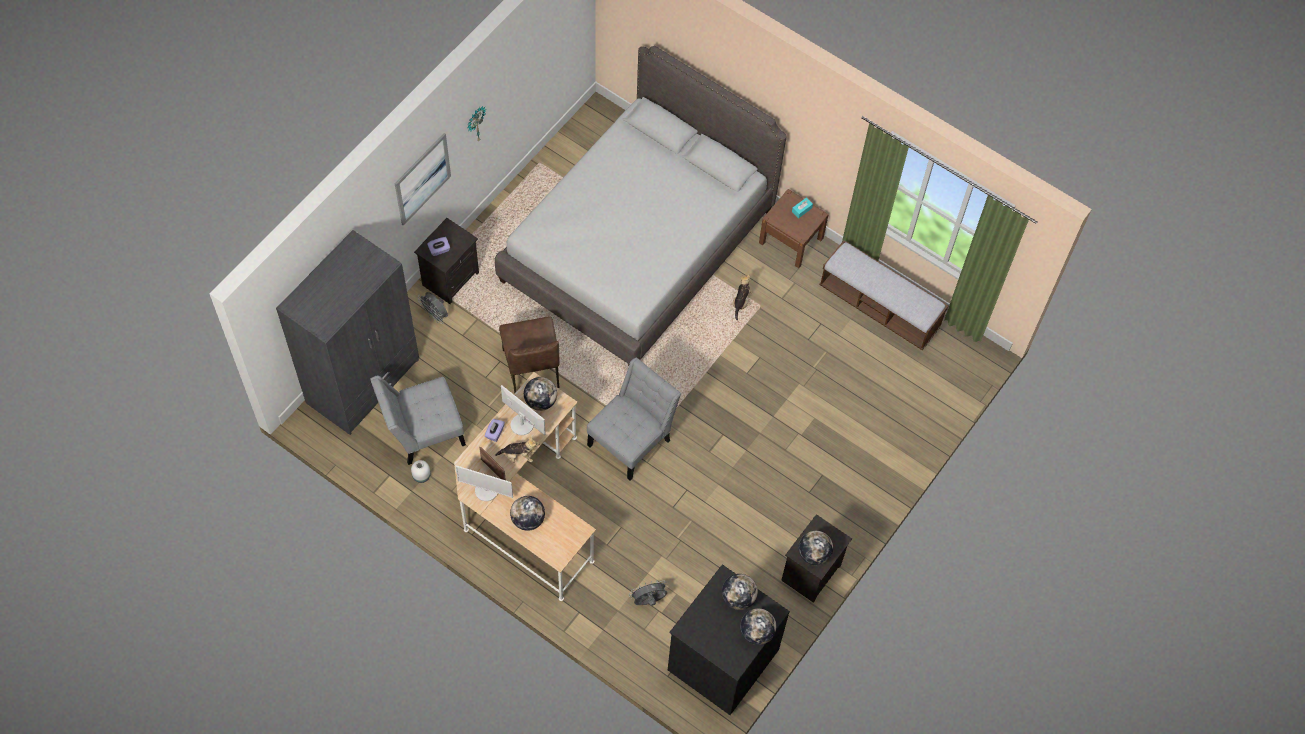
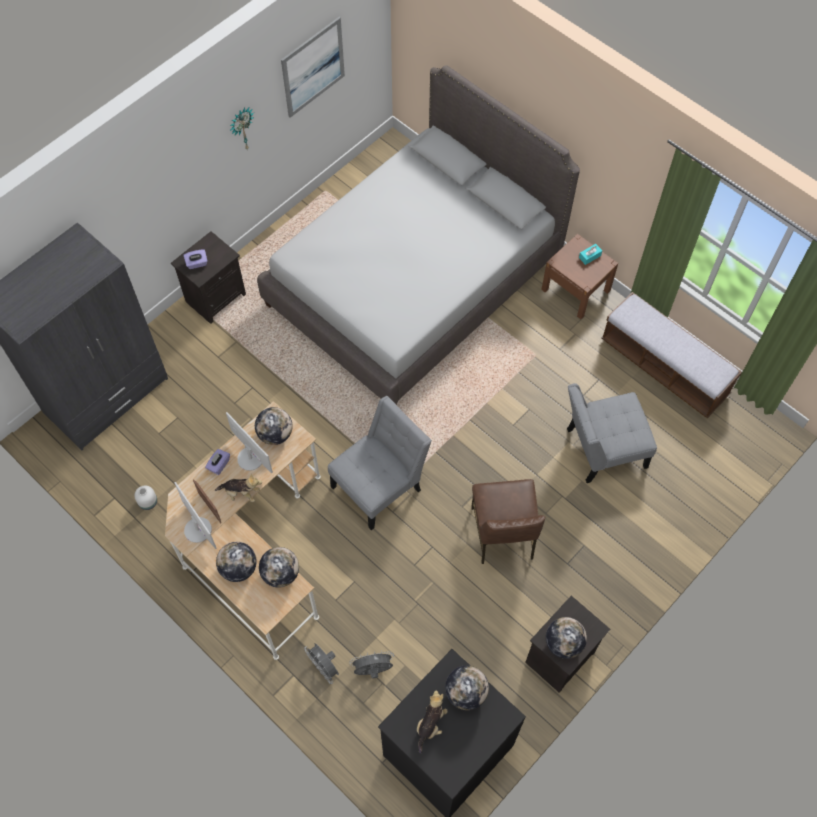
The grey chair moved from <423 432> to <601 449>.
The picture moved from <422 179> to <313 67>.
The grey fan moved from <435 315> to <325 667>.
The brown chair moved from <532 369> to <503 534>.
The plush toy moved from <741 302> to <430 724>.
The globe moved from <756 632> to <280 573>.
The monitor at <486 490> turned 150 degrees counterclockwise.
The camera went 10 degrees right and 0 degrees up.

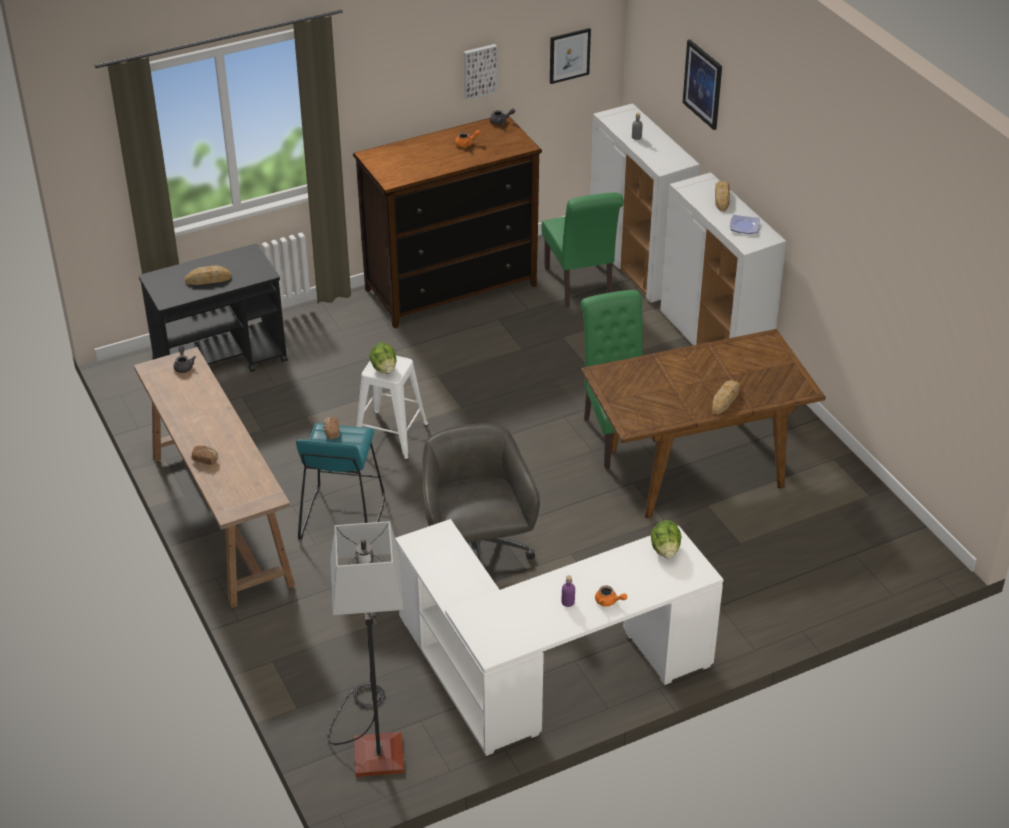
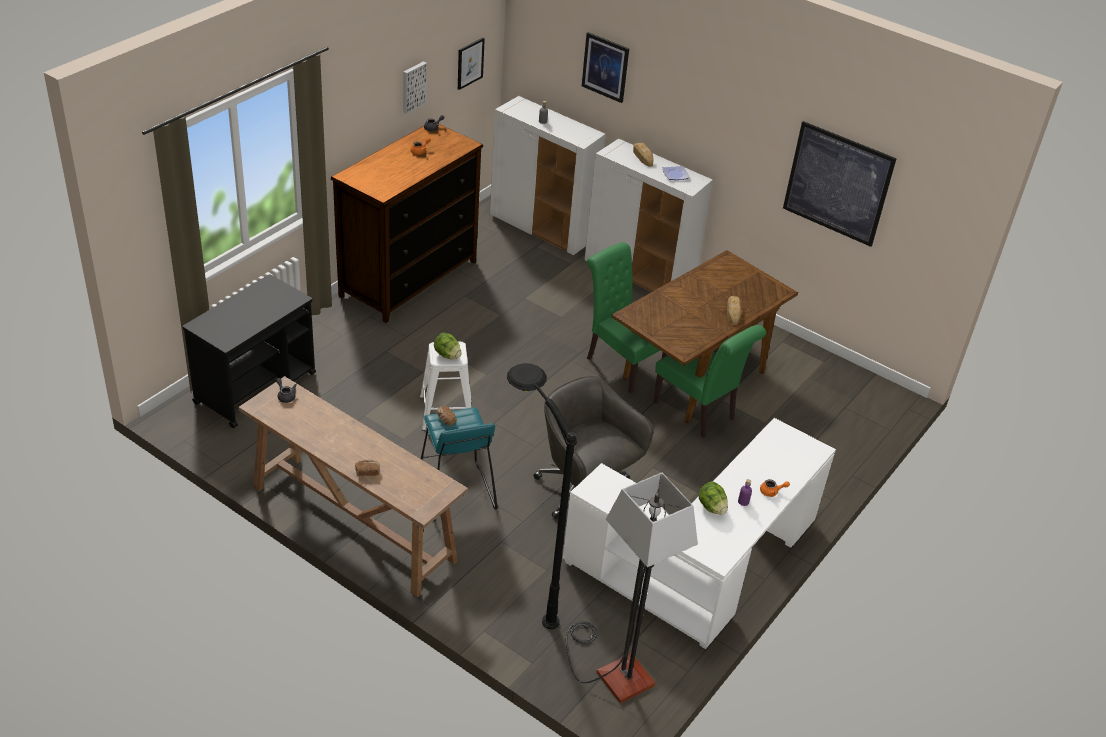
The bread at <208 279> disappeared.
The black floor lamp at <522 584> appeared.
The picture at <838 183> appeared.
The green chair moved from <580 286> to <698 413>.
The lettuce moved from <665 550> to <711 507>.
The camera went 30 degrees left and 0 degrees up.

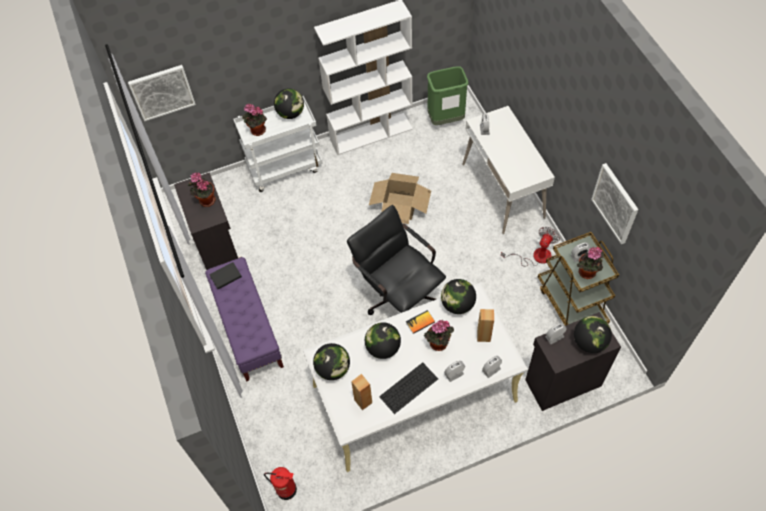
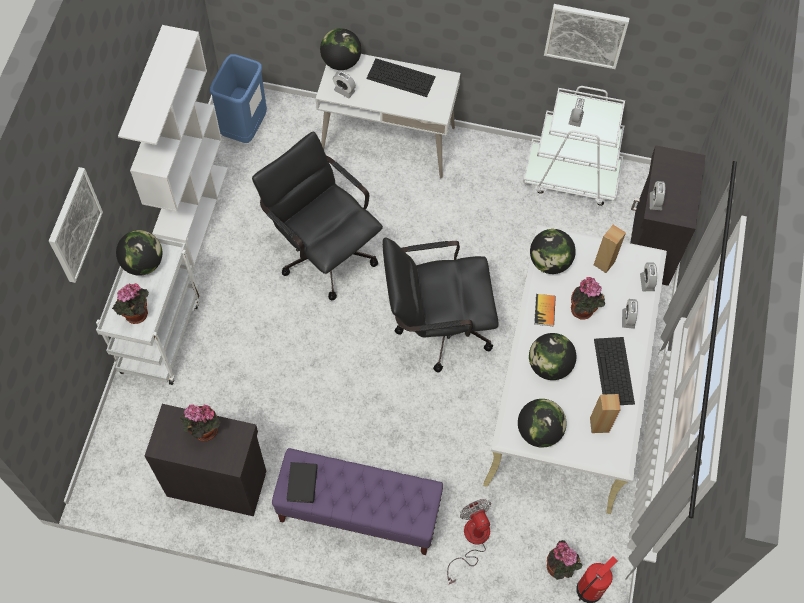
The keyboard at <401 77> appeared.
The picture moved from <162 92> to <74 225>.
The fan moved from <535 256> to <472 540>.
The globe moved from <589 342> to <341 62>.
The potted plant moved from <587 273> to <560 568>.
The cardboard box at <400 206> was replaced by the black office chair at <322 249>.
The green trash can at <445 119> became the blue trash can at <244 128>.
The brown cart at <571 304> became the white cart at <571 177>.
The camera went 60 degrees left and 5 degrees up.

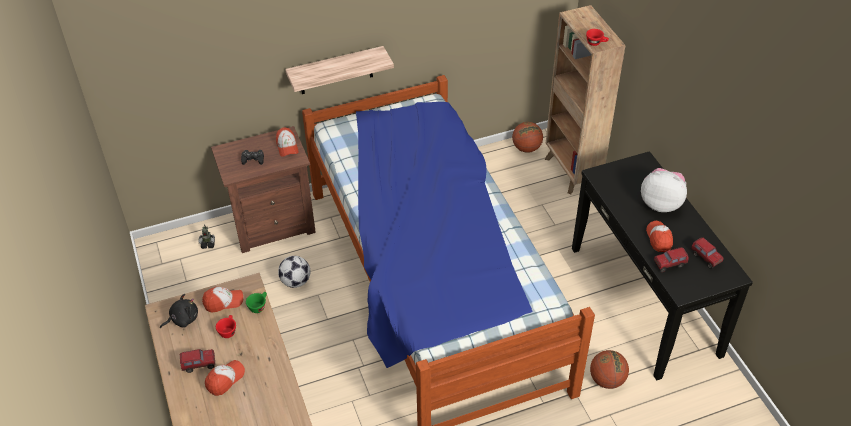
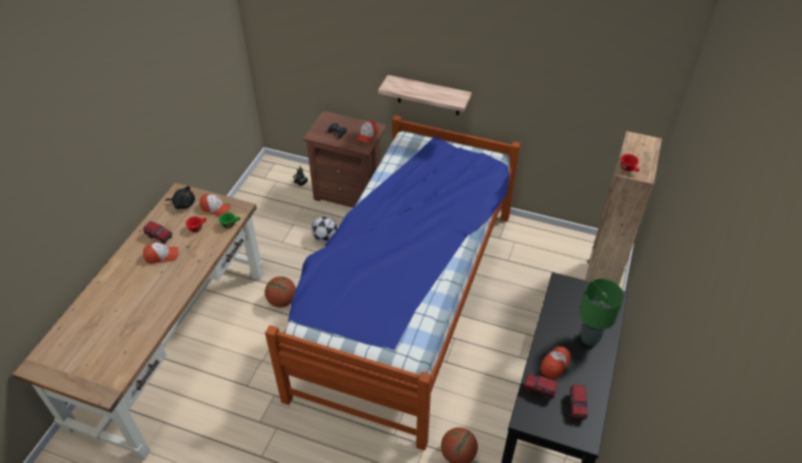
The basketball moved from <526 148> to <282 301>.
The plush toy at <661 203> was replaced by the green table lamp at <589 338>.
The camera went 40 degrees right and 0 degrees up.

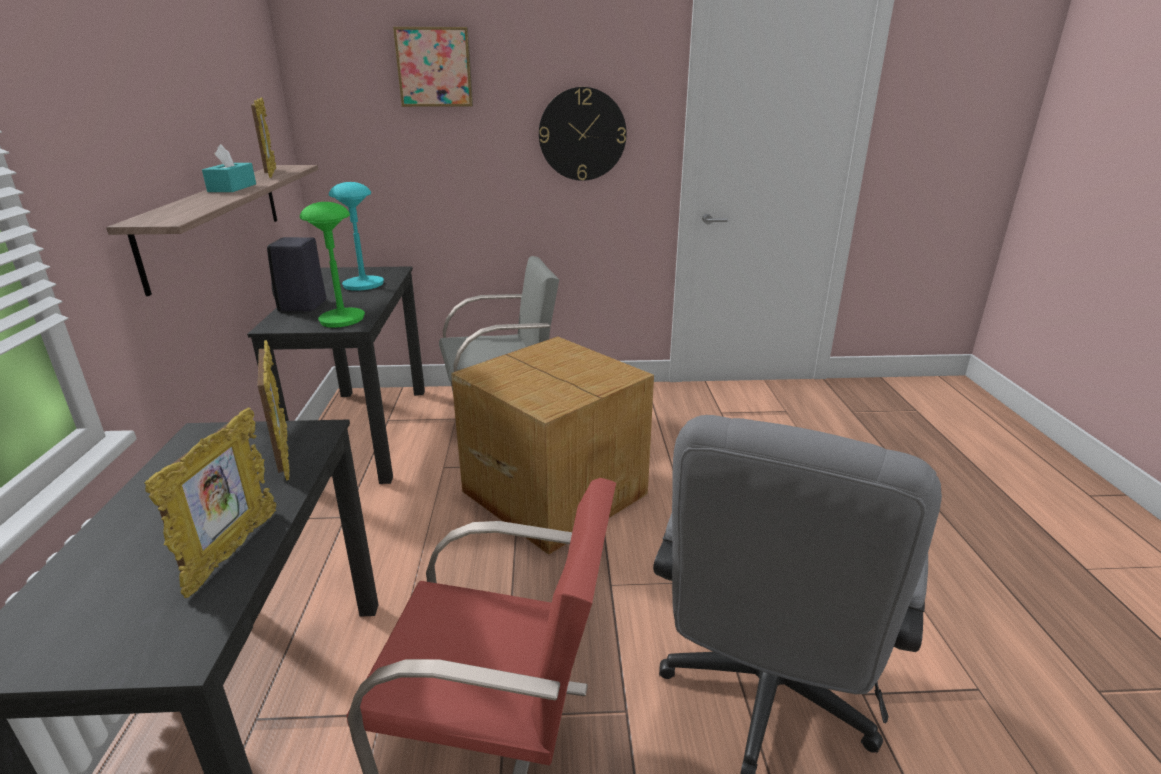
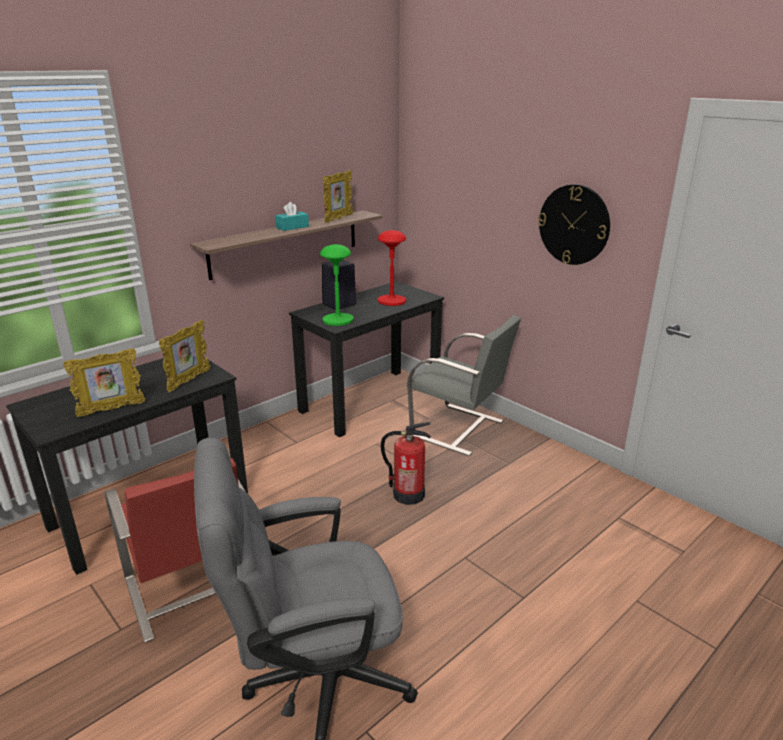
The picture at <434 67> disappeared.
The cardboard box at <554 491> was replaced by the fire extinguisher at <408 494>.
The turquoise table lamp at <363 285> became the red table lamp at <391 301>.
The camera went 50 degrees right and 0 degrees up.

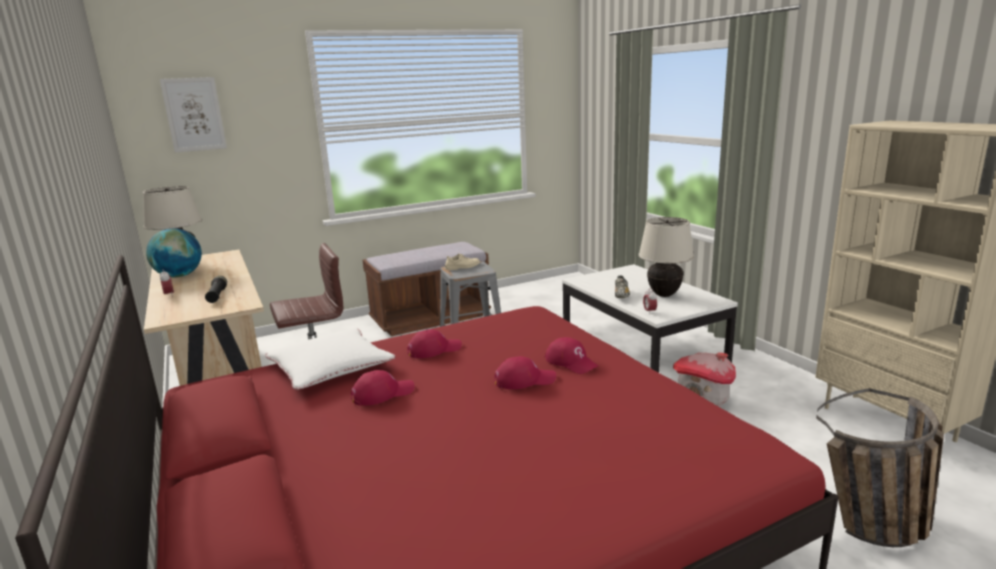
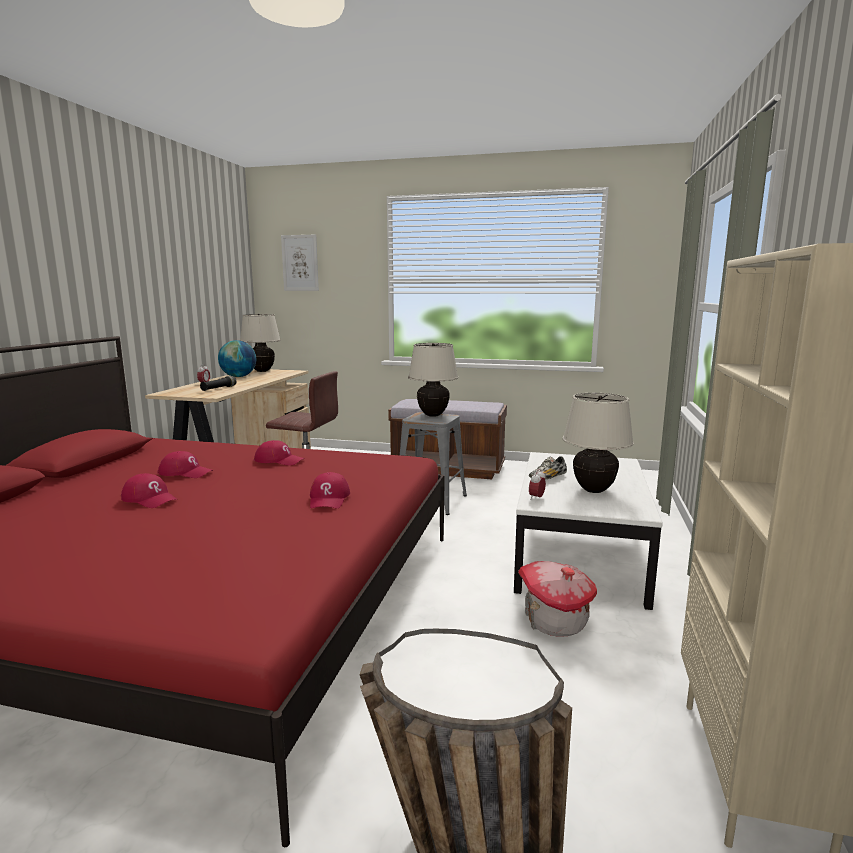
The white pillow at <330 367> disappeared.
The red cap moved from <524 380> to <150 499>.
The beige shoe at <462 267> was replaced by the beige table lamp at <433 415>.
The camera went 40 degrees right and 5 degrees down.

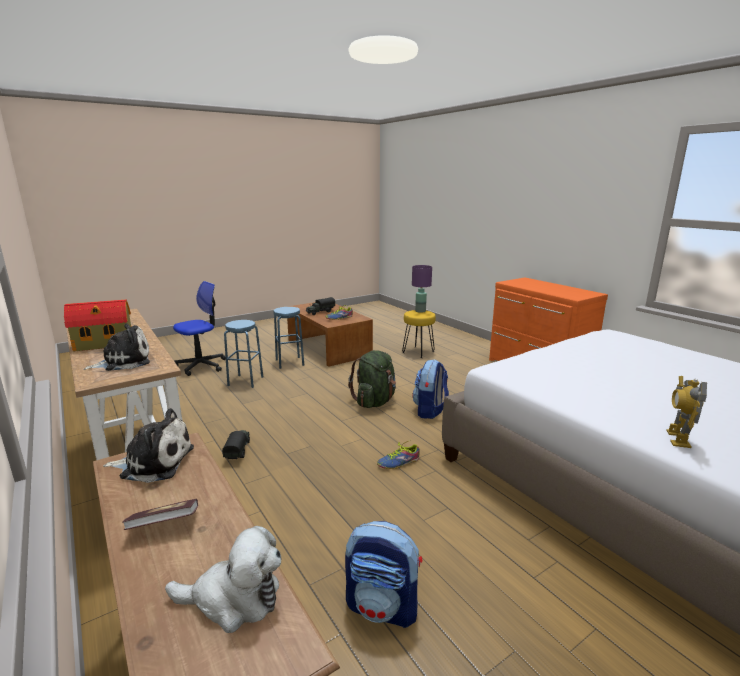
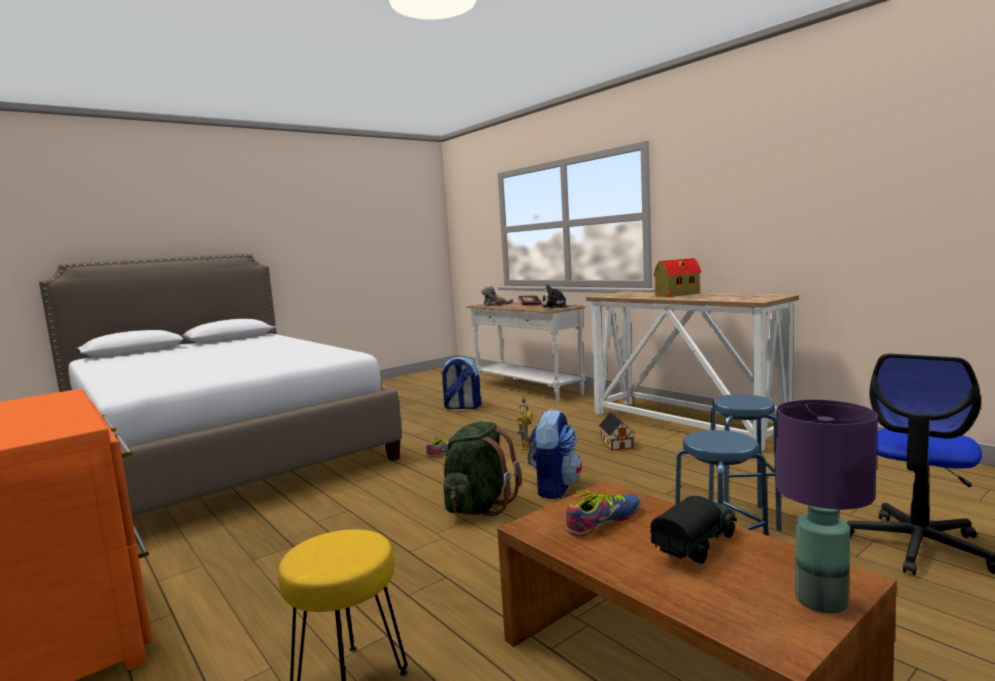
The plush toy at <124 361> disappeared.
The purple table lamp moved from <420 311> to <820 601>.
The backpack moved from <430 411> to <554 487>.
The toy robot moved from <677 439> to <525 446>.
The toy truck at <238 451> was replaced by the toy house at <616 443>.
The camera went 175 degrees right and 10 degrees down.

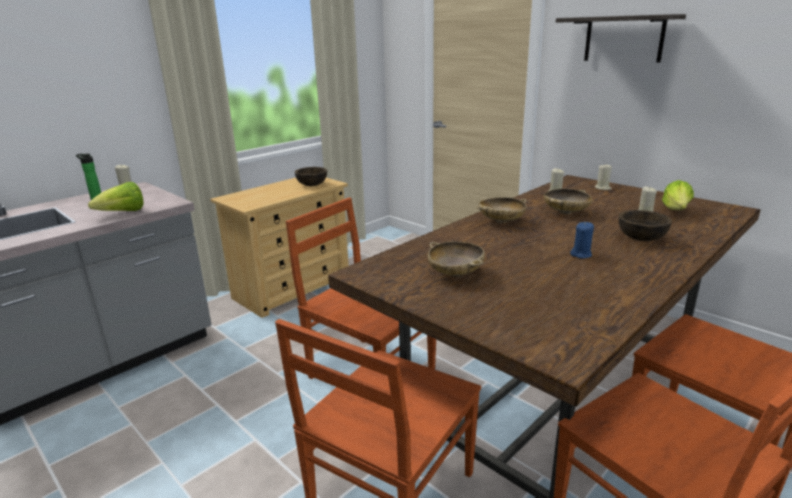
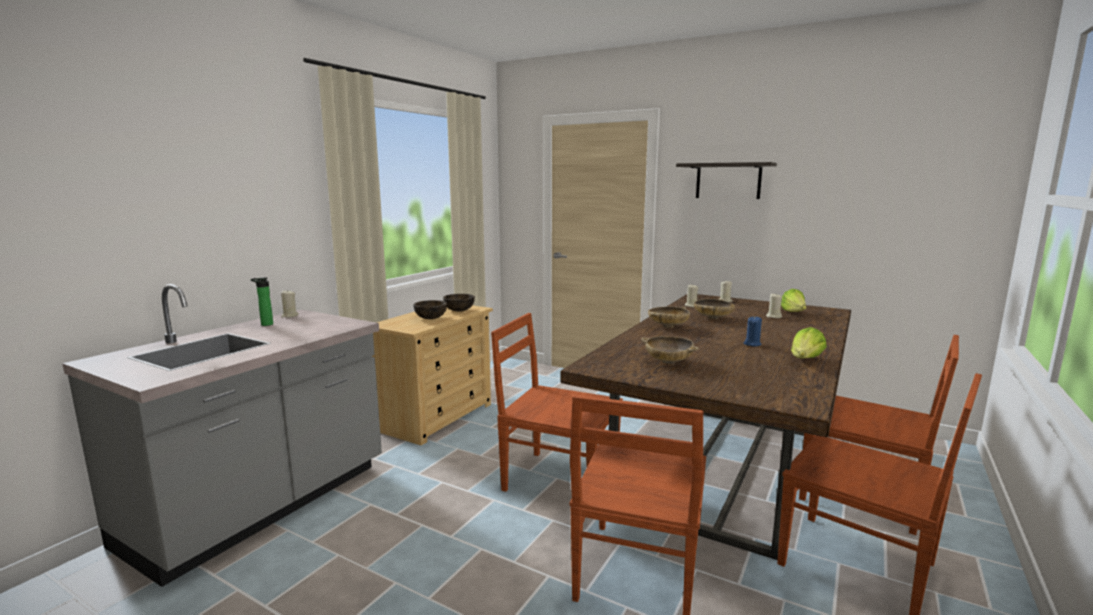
The lettuce moved from <123 213> to <805 360>.
The brown bowl moved from <641 238> to <430 318>.
The camera went 15 degrees left and 10 degrees down.

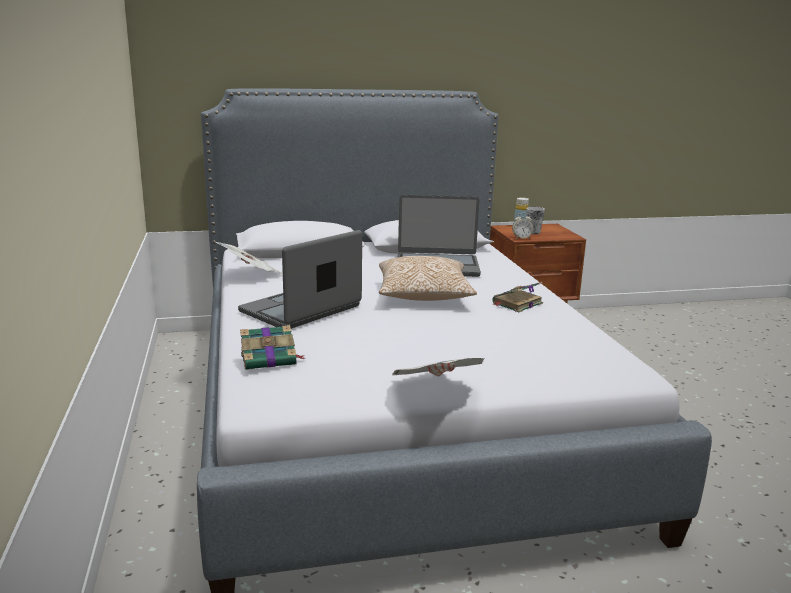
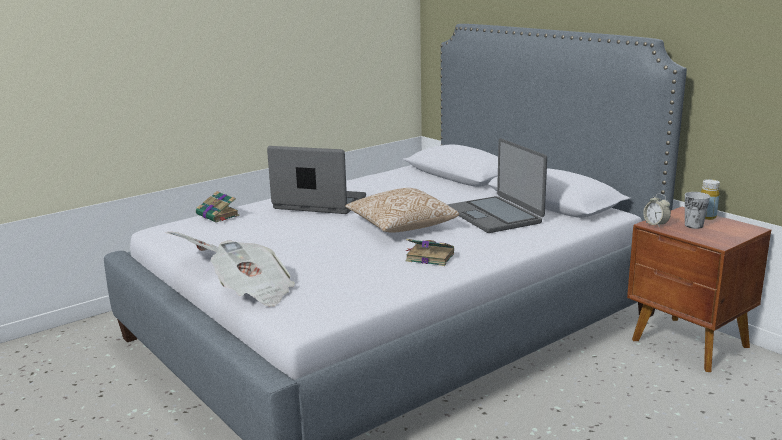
The newspaper moved from <251 275> to <255 292>.
The camera went 65 degrees right and 0 degrees up.

